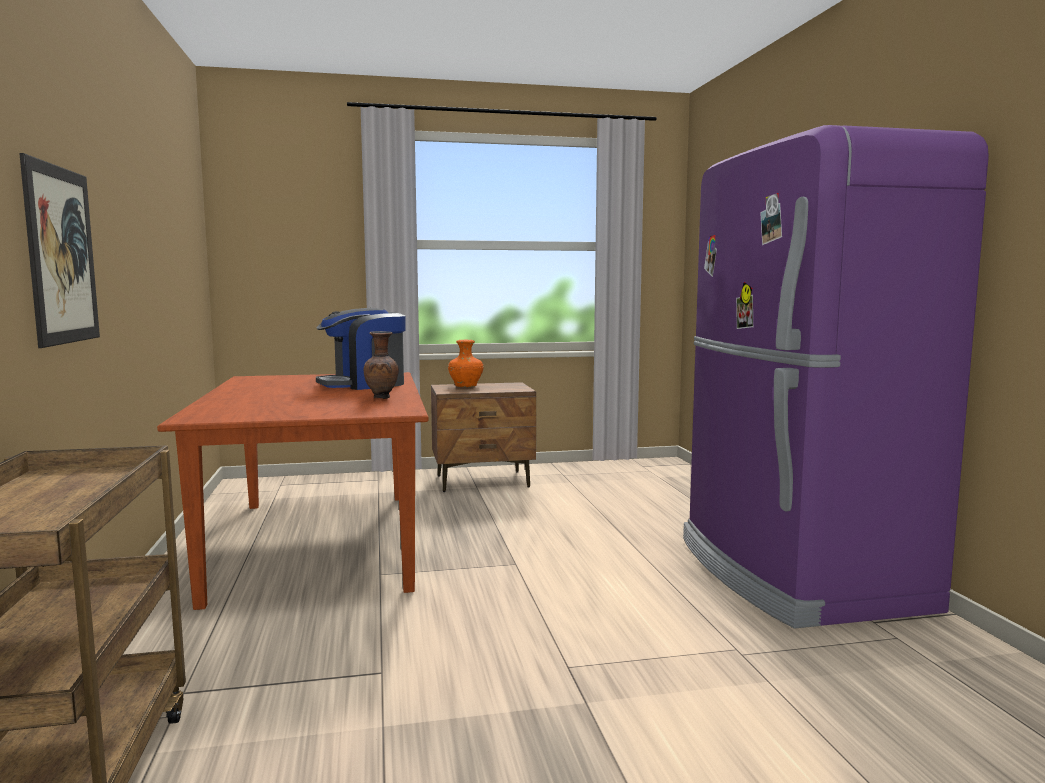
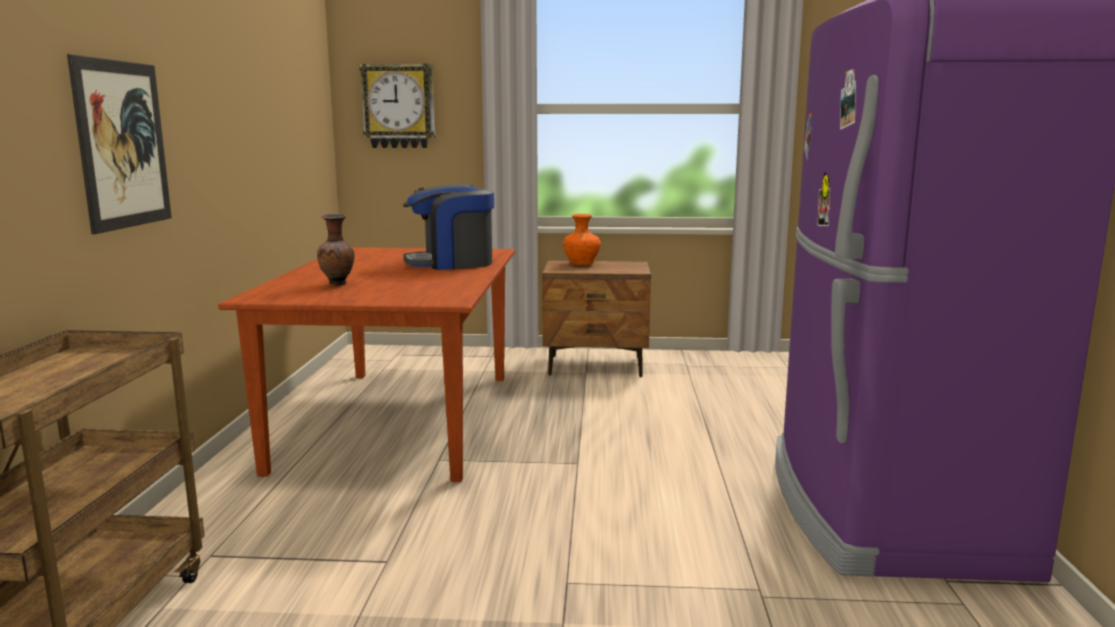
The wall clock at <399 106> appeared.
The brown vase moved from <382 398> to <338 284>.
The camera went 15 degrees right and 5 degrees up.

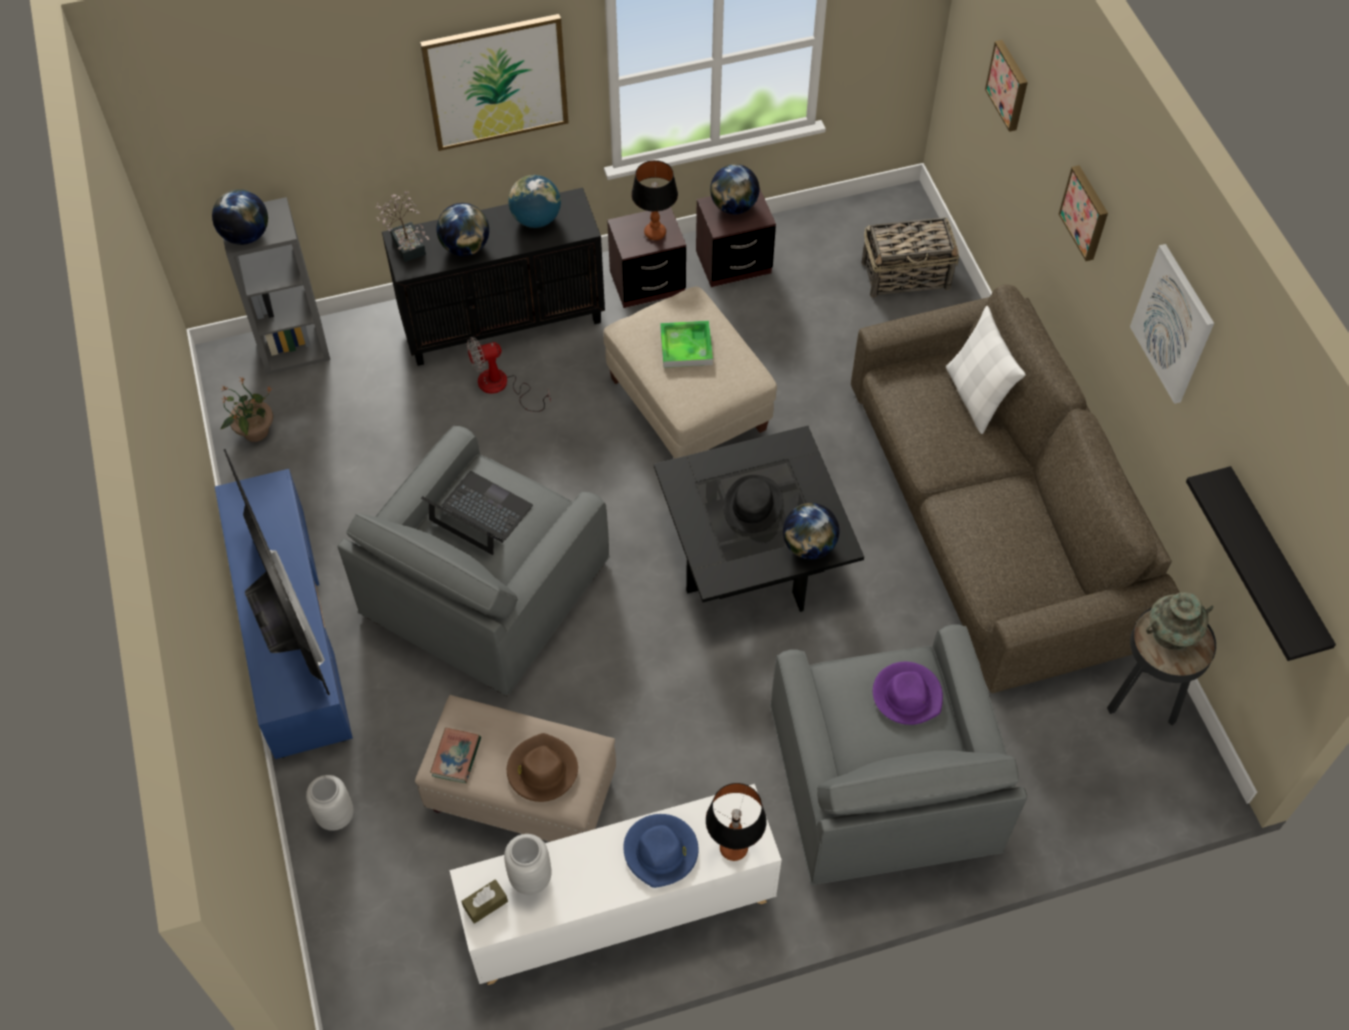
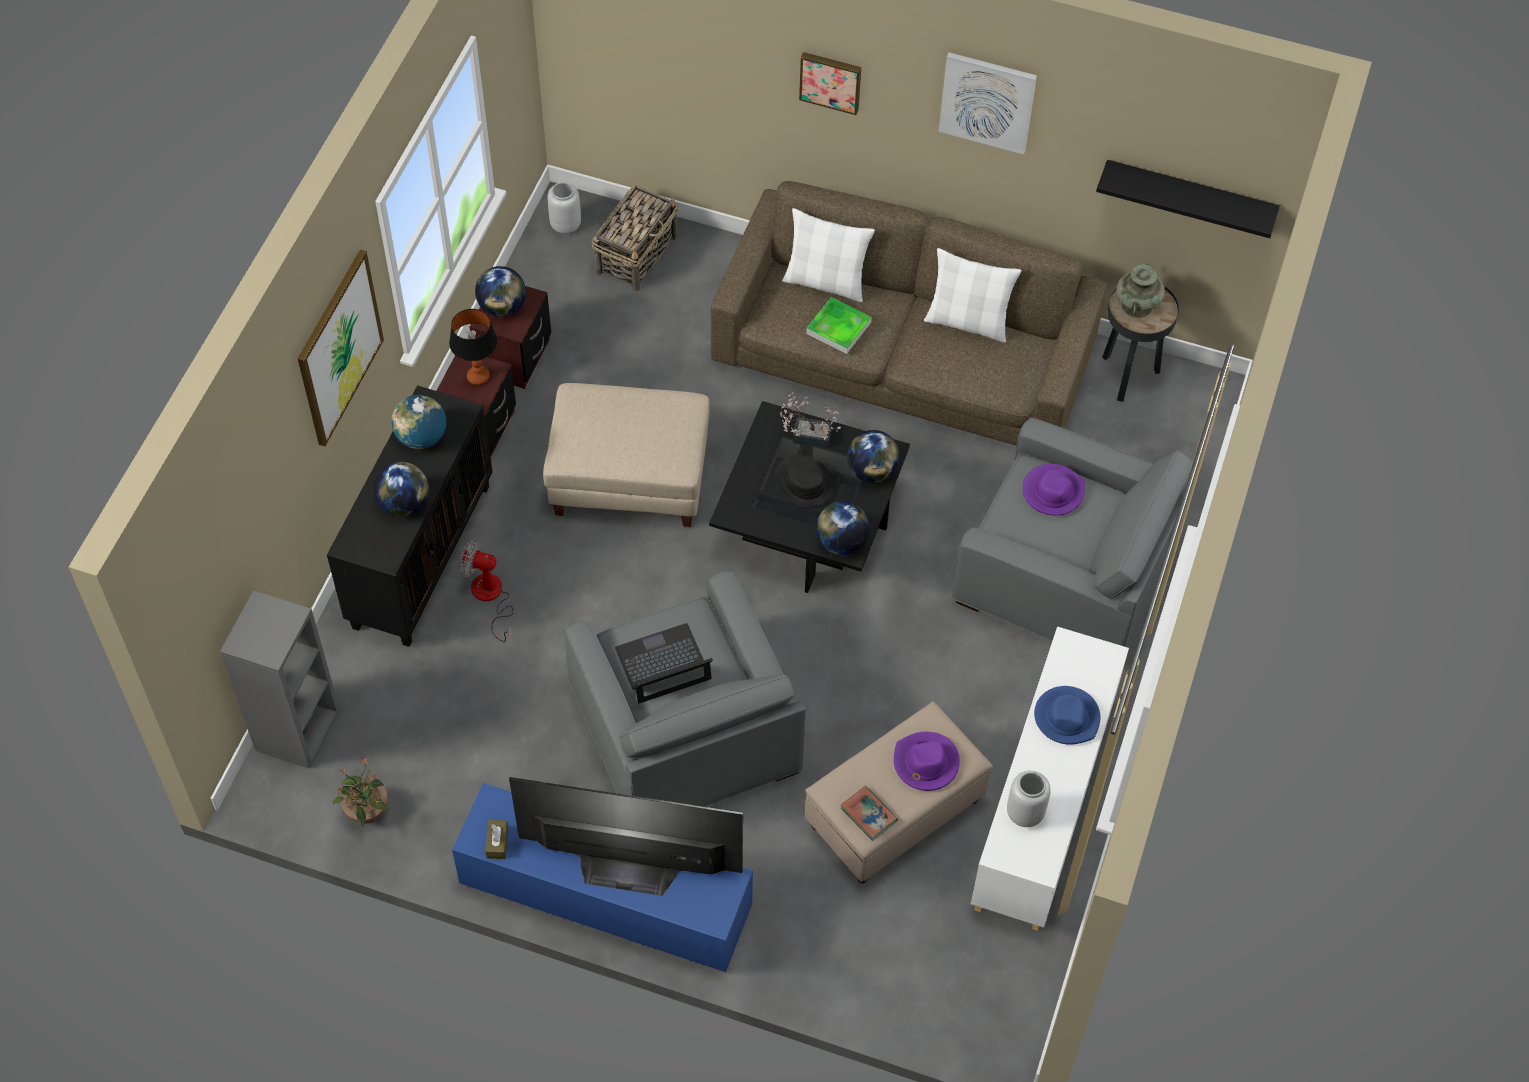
The table lamp at <733 847> disappeared.
The picture at <1009 85> disappeared.
The white pillow at <967 322> appeared.
The globe moved from <246 235> to <841 542>.
The grey vase moved from <336 815> to <566 224>.
The potted plant moved from <407 242> to <807 435>.
The brown tissue box moved from <485 904> to <497 842>.
The tray moved from <686 347> to <838 328>.
The brown hat at <542 770> became the purple hat at <925 763>.
The fan at <502 387> turned 90 degrees clockwise.
The camera went 55 degrees left and 0 degrees up.

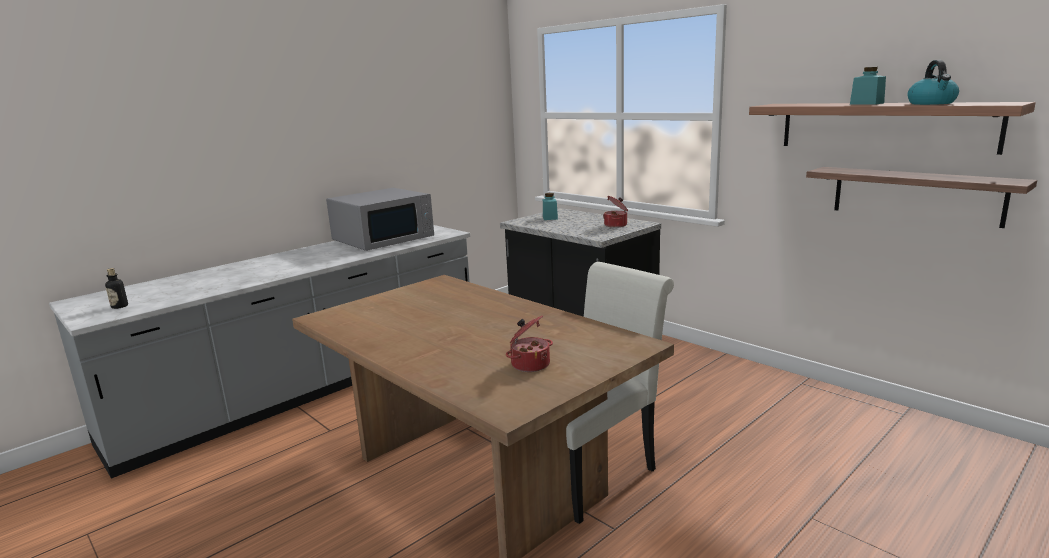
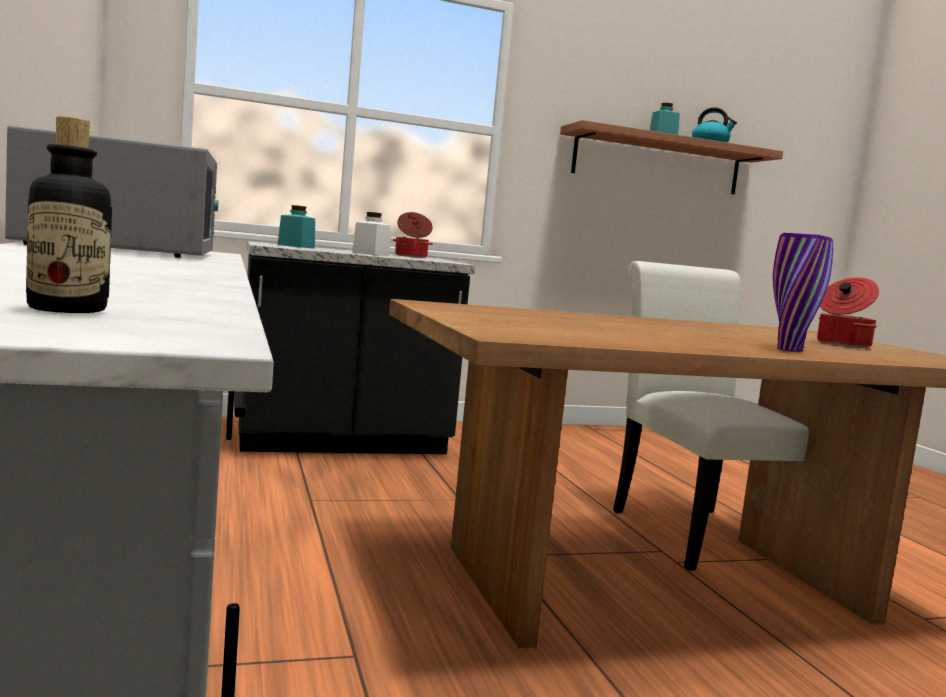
The shelf at <915 195> disappeared.
The white jar at <370 254> appeared.
The purple vase at <789 350> appeared.
The camera went 65 degrees left and 10 degrees down.

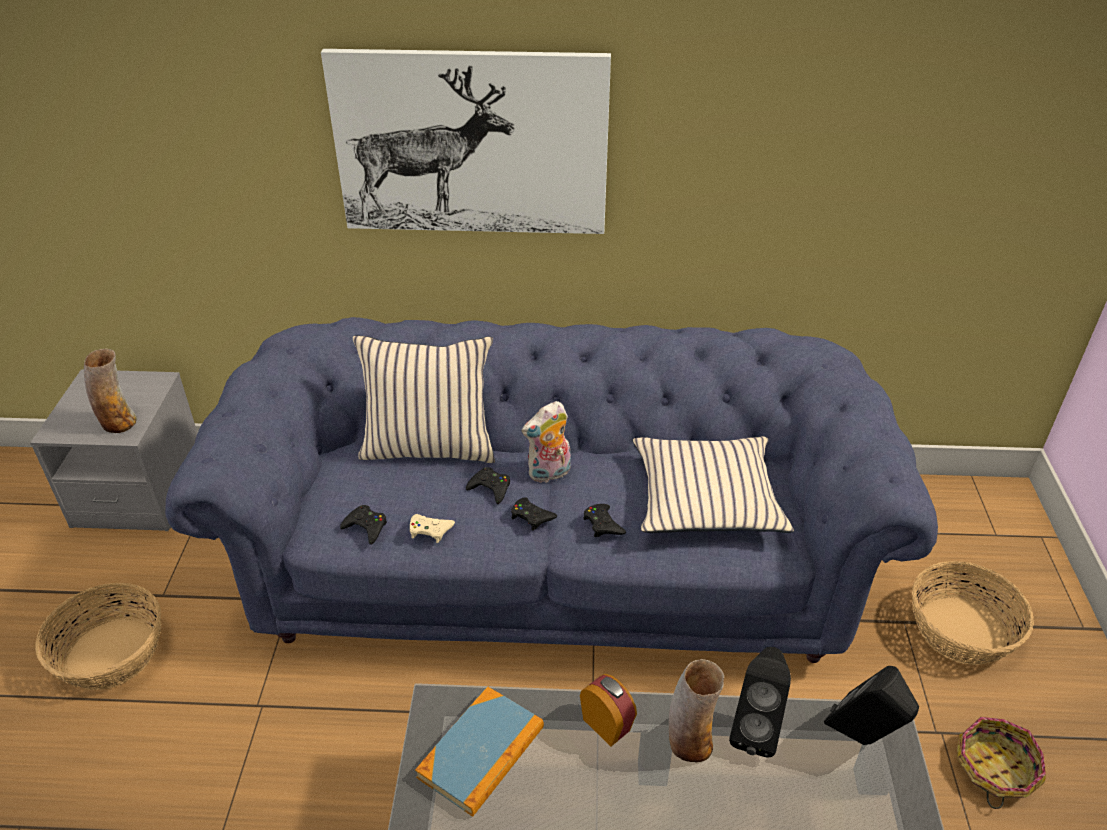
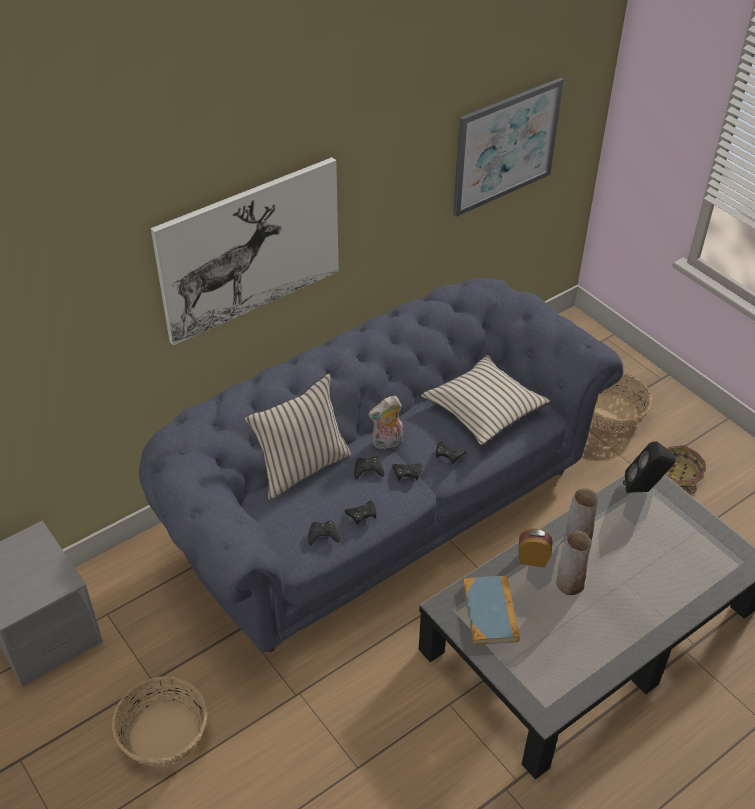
The black speaker at <755 729> disappeared.
The picture at <506 146> appeared.
The vase moved from <119 423> to <569 584>.
The beige game controller at <430 530> became the black game controller at <362 514>.
The plush toy at <549 474> turned 45 degrees clockwise.
The camera went 40 degrees left and 5 degrees up.

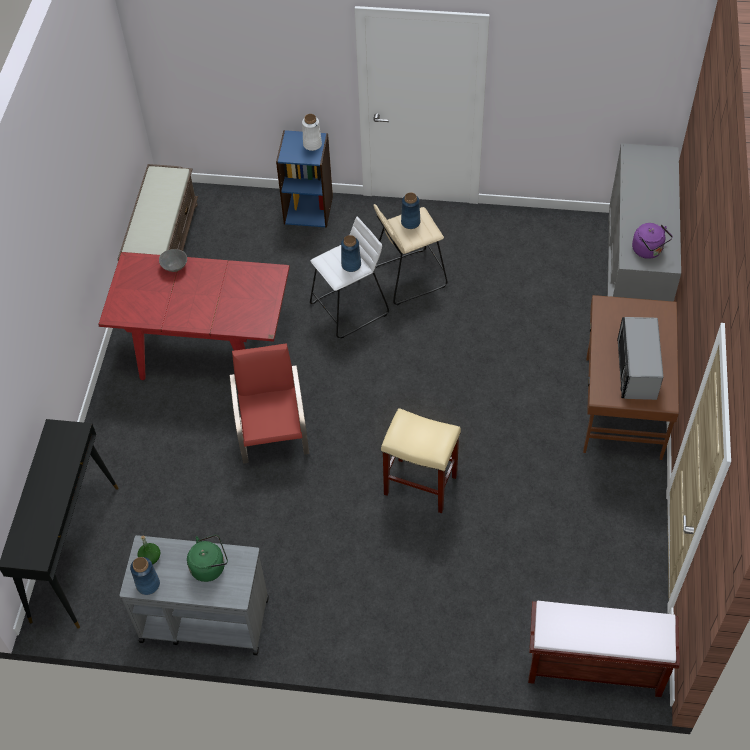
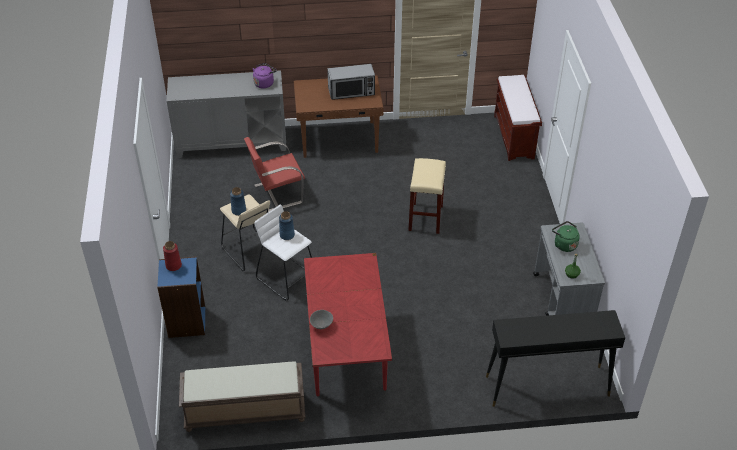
The blue vase at <148 584> disappeared.
The red chair moved from <273 435> to <277 194>.
The white vase at <312 144> became the red vase at <173 265>.
The camera went 105 degrees left and 10 degrees down.

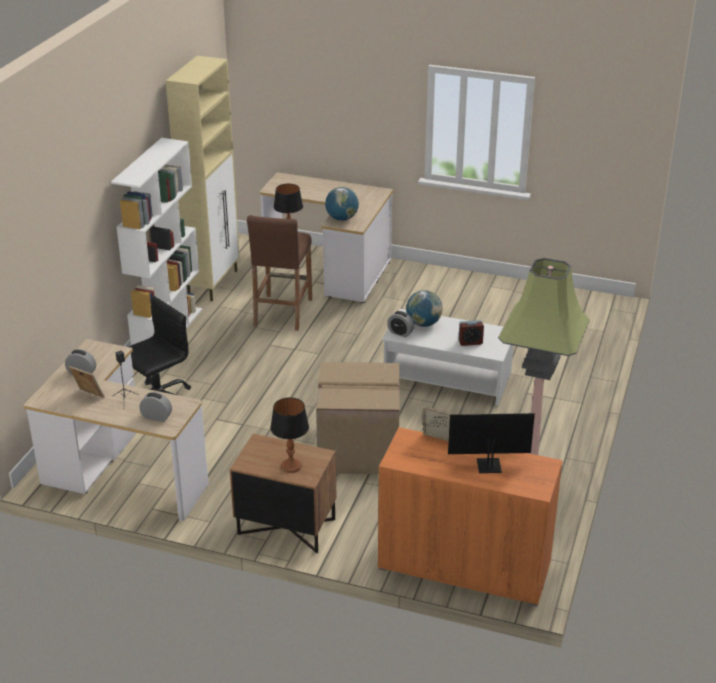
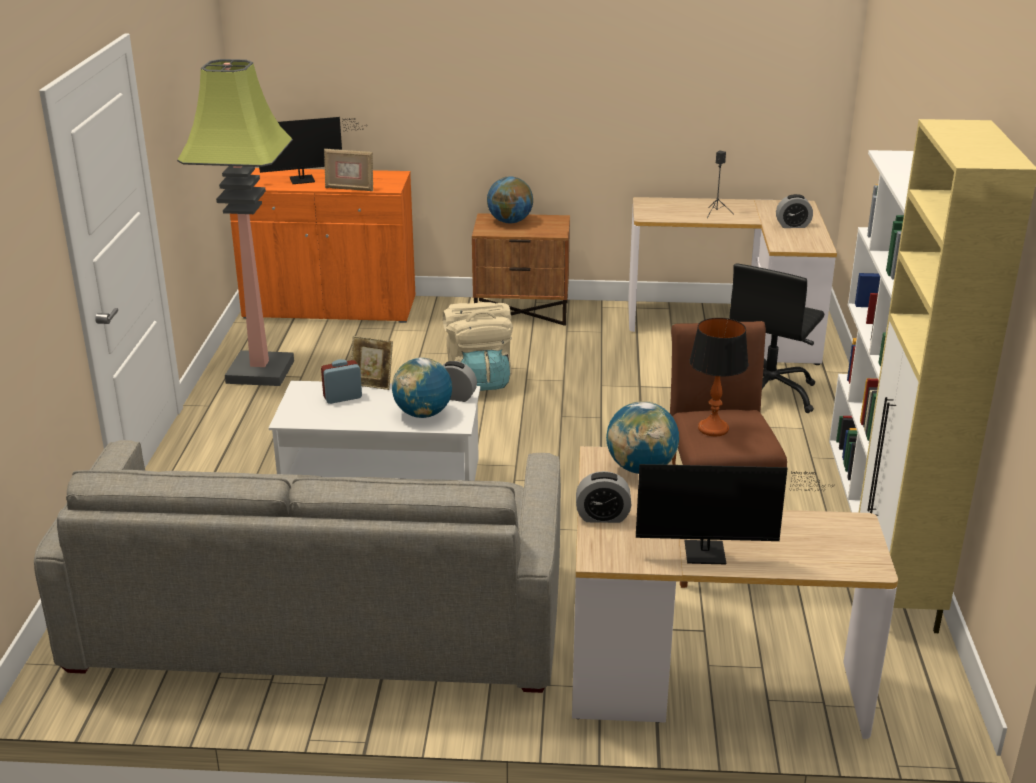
The grey sofa at <322 618> appeared.
The monitor at <712 554> appeared.
The picture frame moved from <88 396> to <372 384>.
The alarm clock moved from <156 417> to <602 517>.
The table lamp at <291 466> was replaced by the globe at <510 221>.
The cardboard box at <357 449> was replaced by the beige backpack at <479 380>.
The camera went 165 degrees right and 5 degrees down.

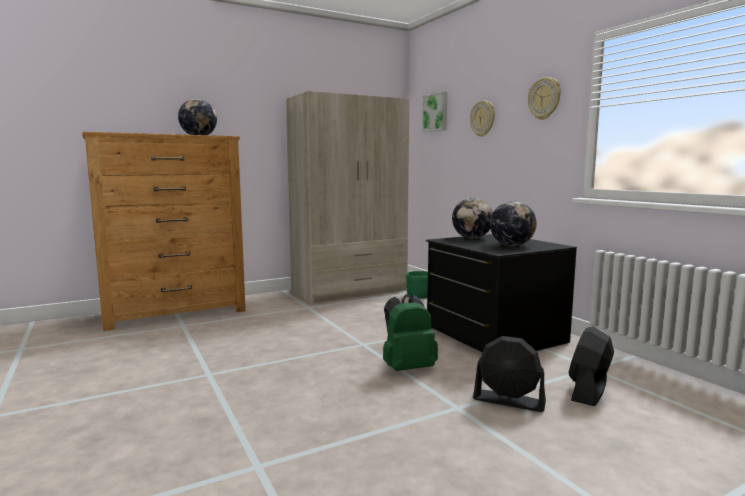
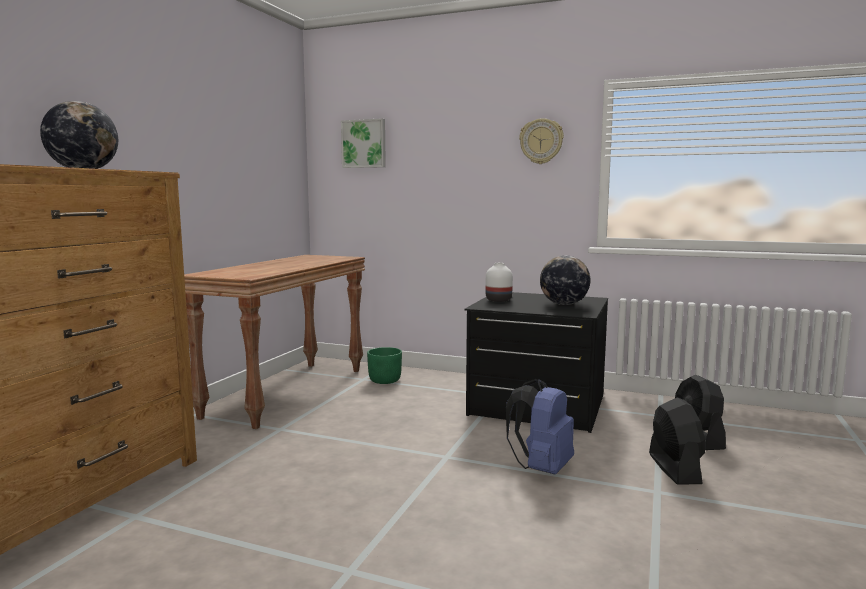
The wall clock at <483 118> disappeared.
The beige wardrobe at <349 290> was replaced by the brown console table at <287 392>.
The globe at <472 238> was replaced by the white vase at <499 300>.
The green backpack at <407 368> became the blue backpack at <542 468>.
The black fan at <509 401> turned 75 degrees counterclockwise.
The camera went 40 degrees left and 0 degrees up.

